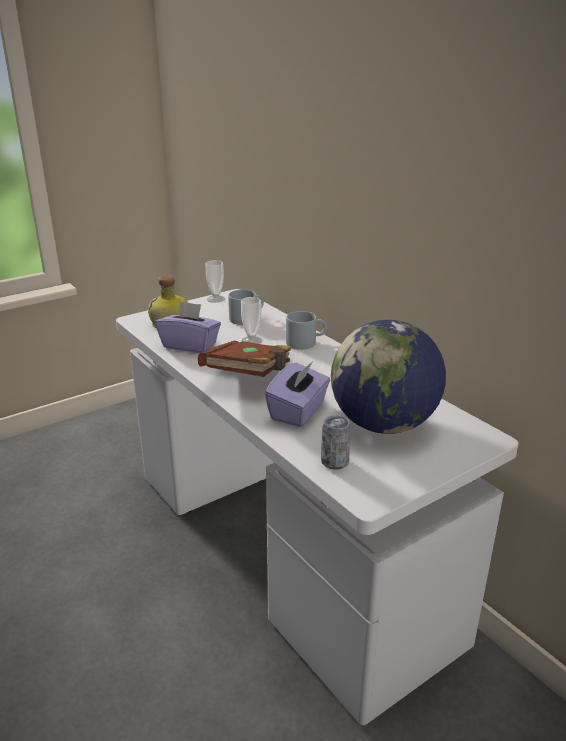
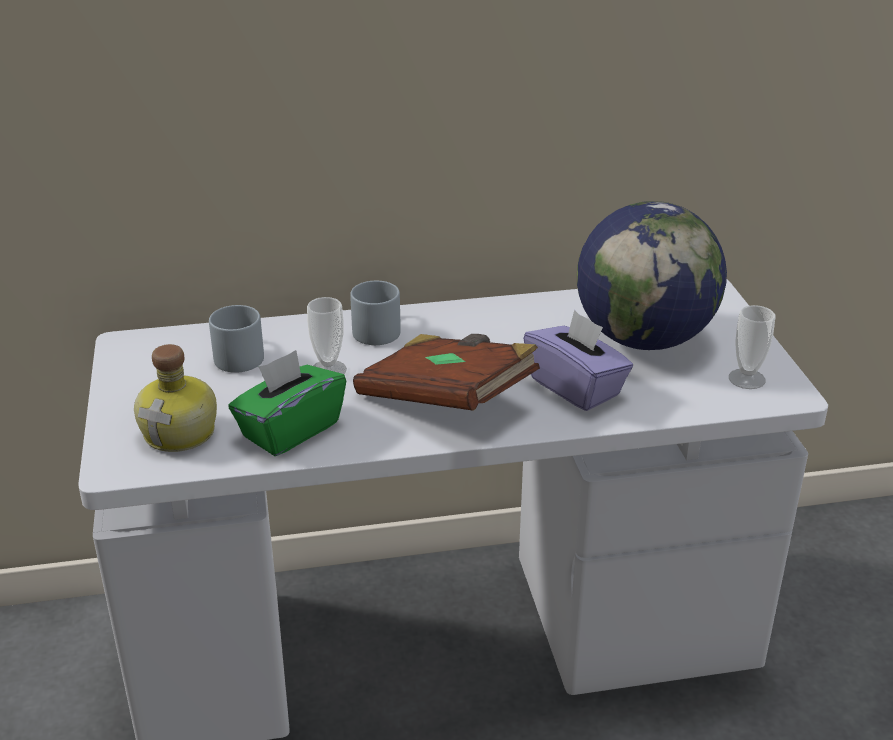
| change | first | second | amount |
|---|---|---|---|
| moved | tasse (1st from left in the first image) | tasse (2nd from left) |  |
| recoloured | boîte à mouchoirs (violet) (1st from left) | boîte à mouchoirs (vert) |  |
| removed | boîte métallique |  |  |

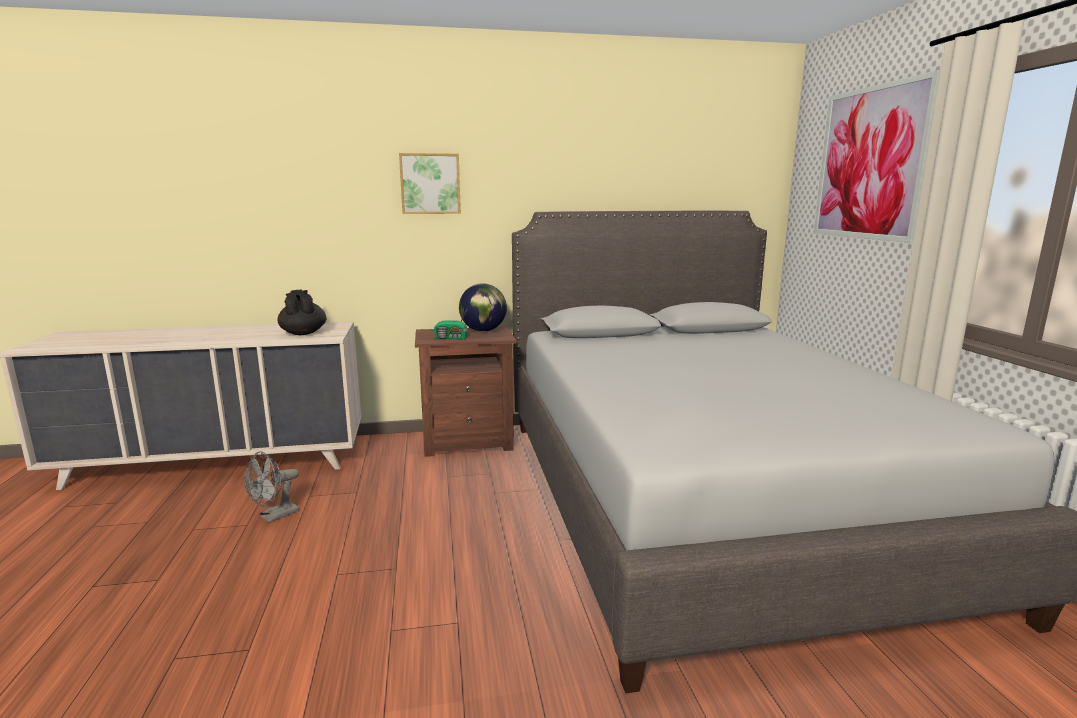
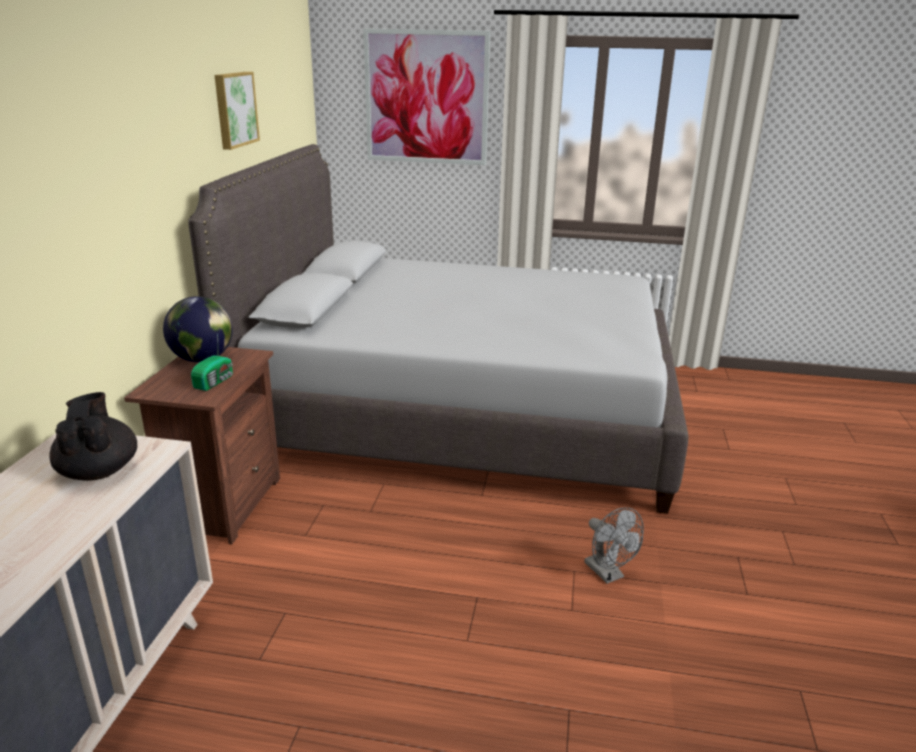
| change | first | second | amount |
|---|---|---|---|
| moved | tableau (1st from left) |  |  |
| turned | théière (noir) |  | 75 degrees clockwise |
| moved | ventilateur (gris) |  |  |

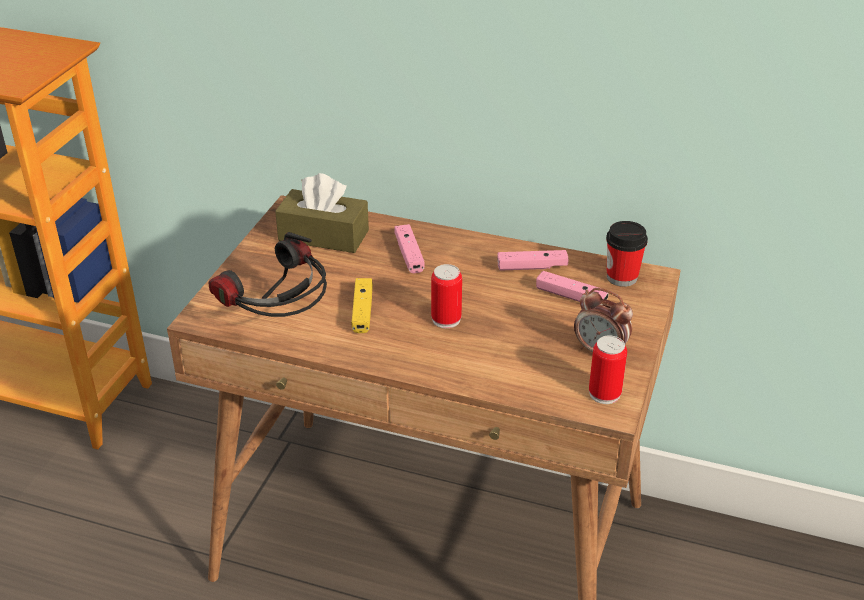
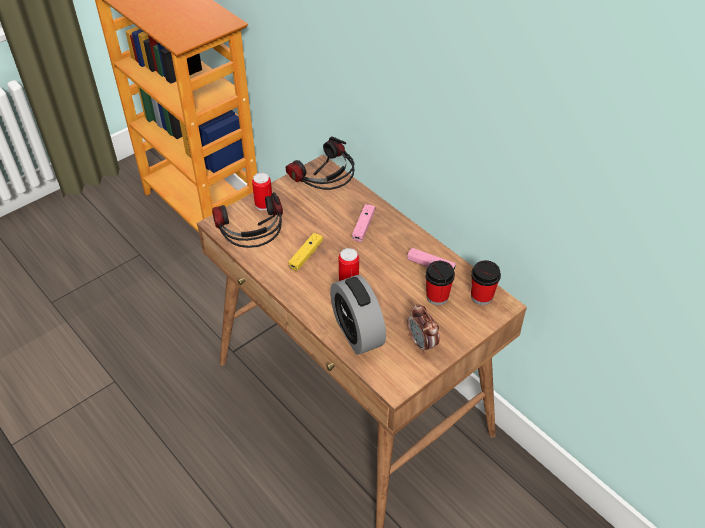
| change | first | second | amount |
|---|---|---|---|
| replaced | boîte à mouchoirs (marron) | casque audio (2nd from left) |  |
| replaced | manette (rose) (3rd from left) | tasse (1st from left) |  |
| moved | boîte métallique (2nd from left in the first image) | boîte métallique (1st from left) |  |
| added |  | réveil (1st from left) |  |

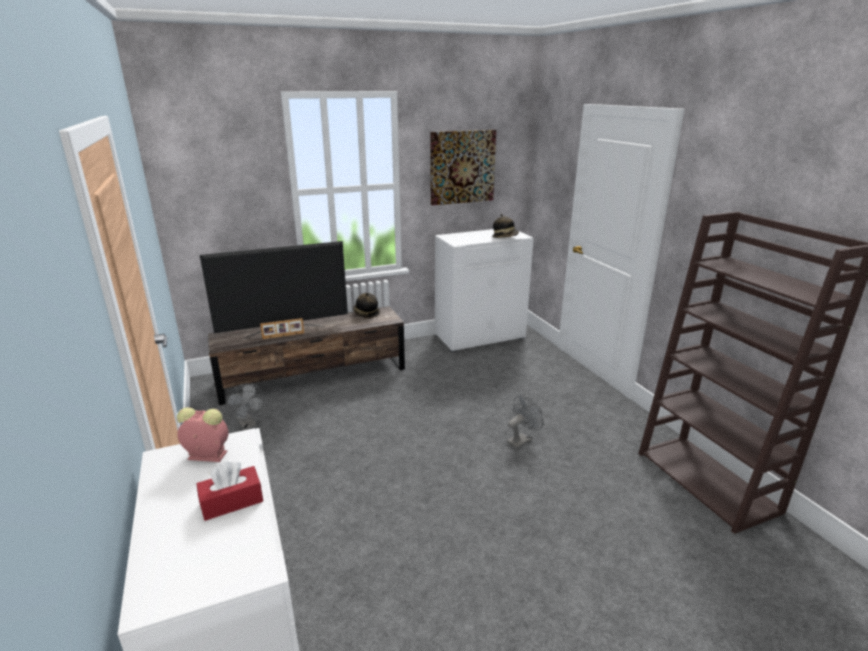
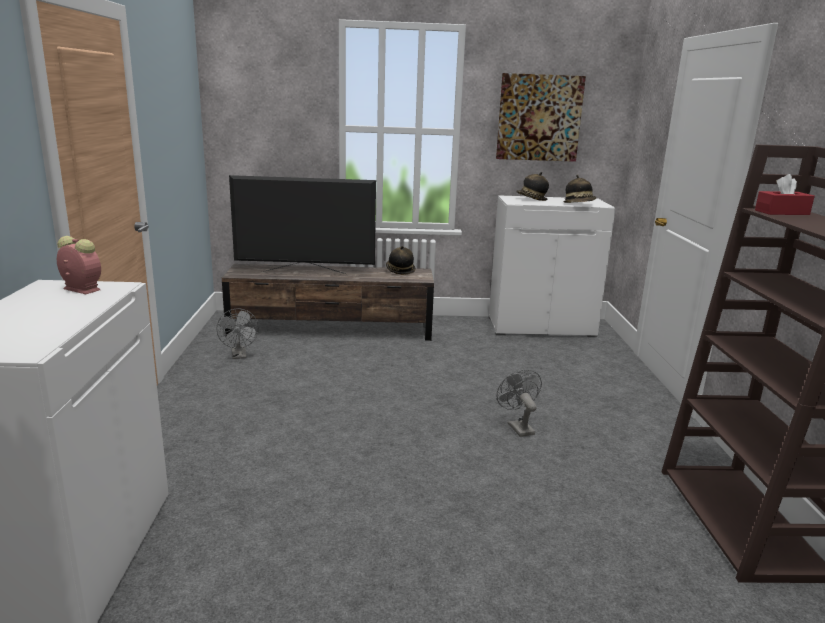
| change | first | second | amount |
|---|---|---|---|
| removed | cadre photo |  |  |
| turned | ventilateur (gris) (2nd from left) |  | 90 degrees counterclockwise |
| moved | boîte à mouchoirs (rouge) |  |  |
| added |  | chapeau (2nd from left) |  |

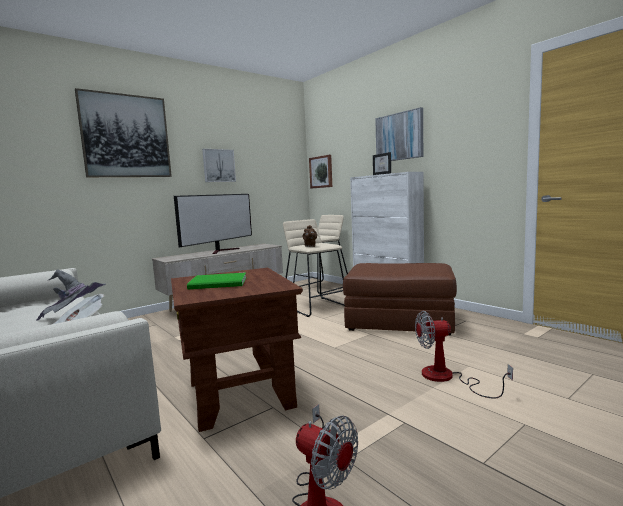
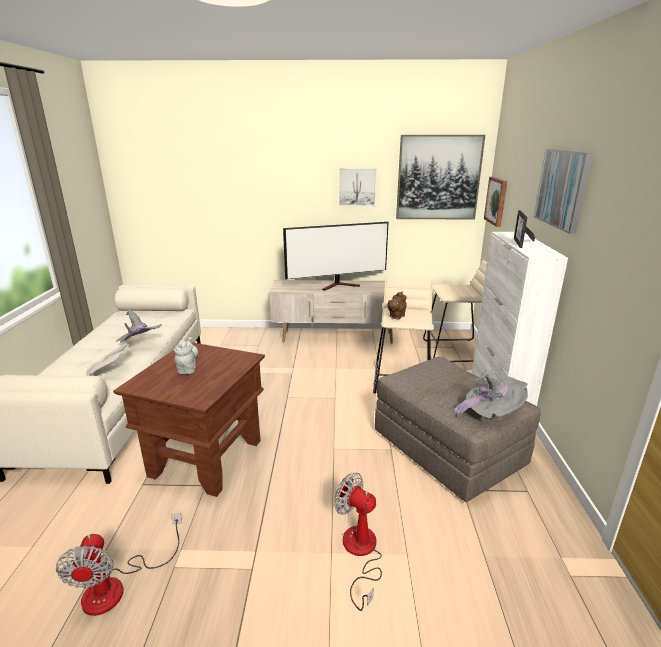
| change | first | second | amount |
|---|---|---|---|
| moved | tableau (1st from left in the first image) | tableau (2nd from left) |  |
| recoloured | pouf (marron) | pouf (gris) |  |
| replaced | livre (vert) | théière (gris) |  |
| added |  | chapeau (gris) (2nd from left) |  |

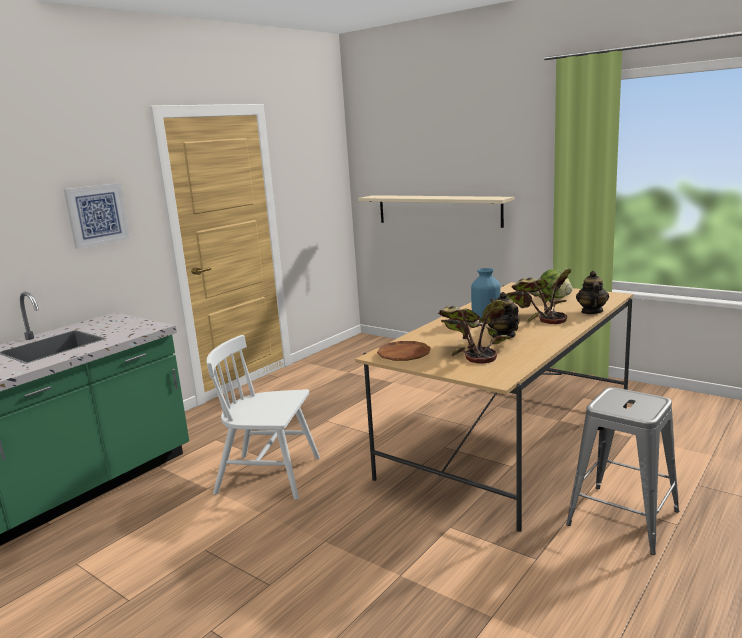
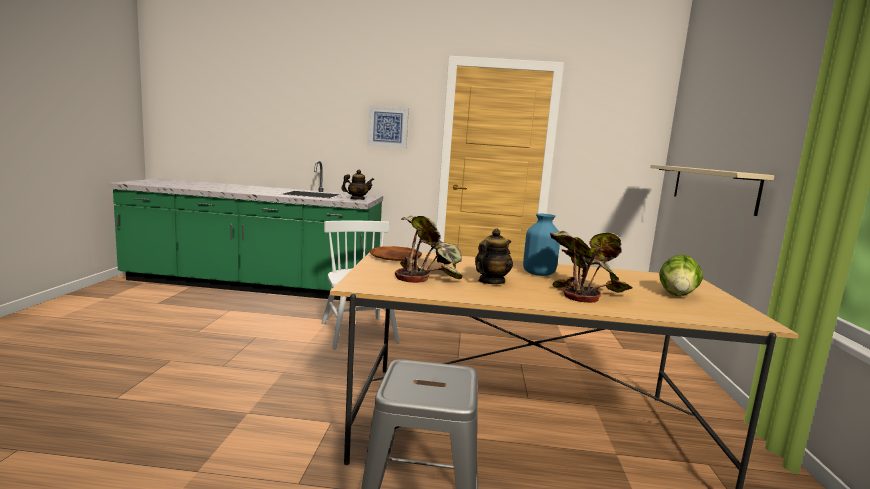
| change | first | second | amount |
|---|---|---|---|
| moved | théière (2nd from left in the first image) | théière (1st from left) |  |

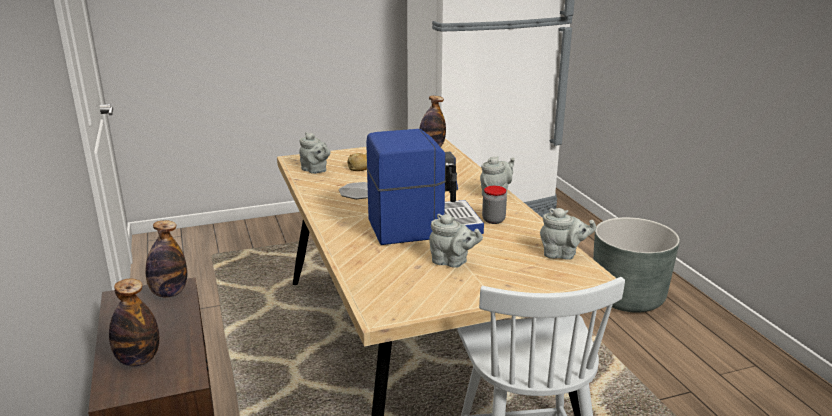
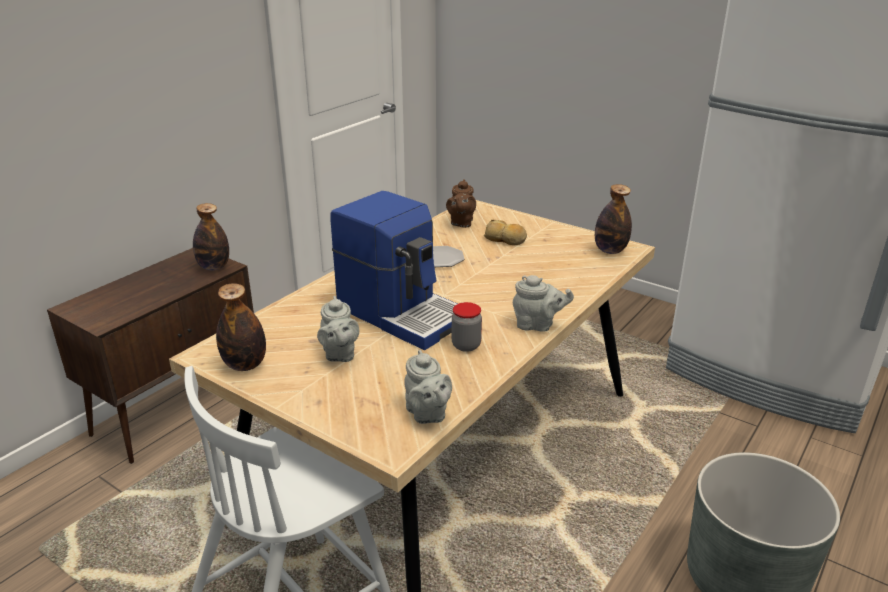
| change | first | second | amount |
|---|---|---|---|
| recoloured | théière (gris) (1st from left) | théière (marron) |  |
| moved | bouteille (1st from left in the first image) | bouteille (2nd from left) |  |

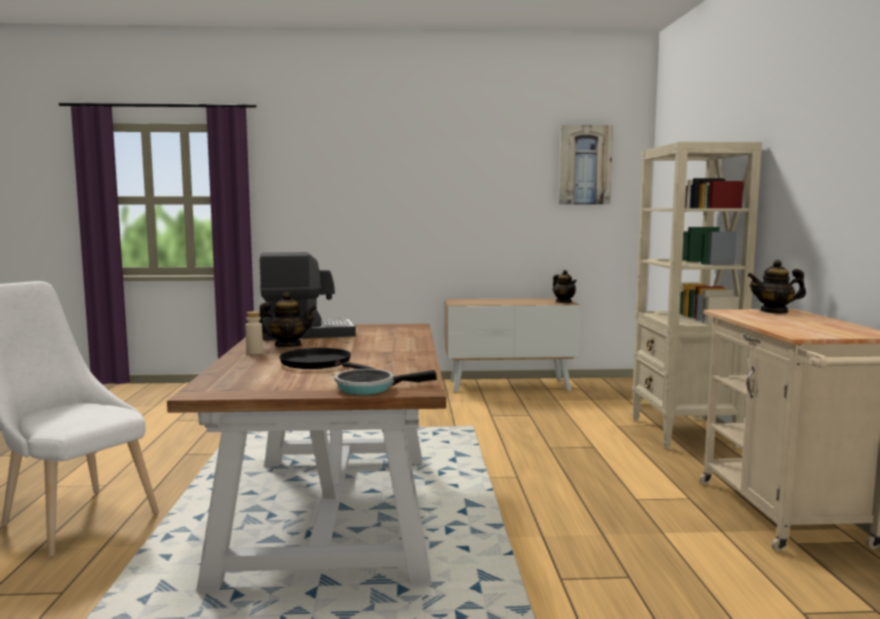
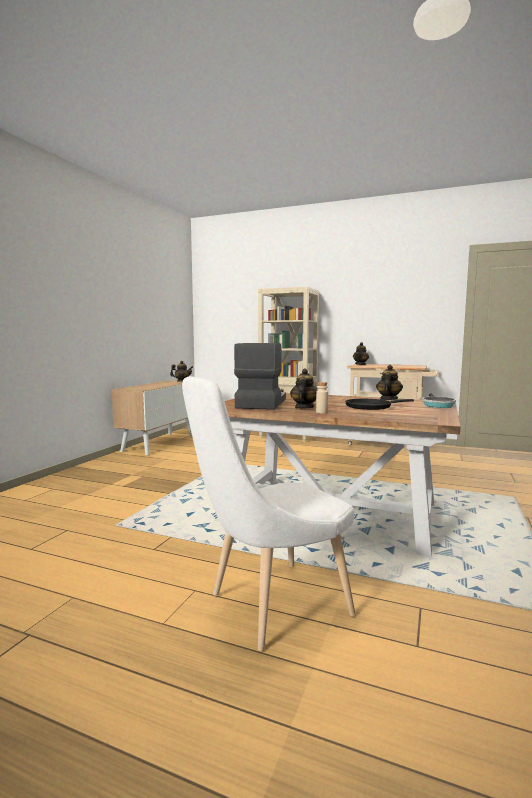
| change | first | second | amount |
|---|---|---|---|
| removed | tableau |  |  |
| added |  | théière (4th from left) |  |

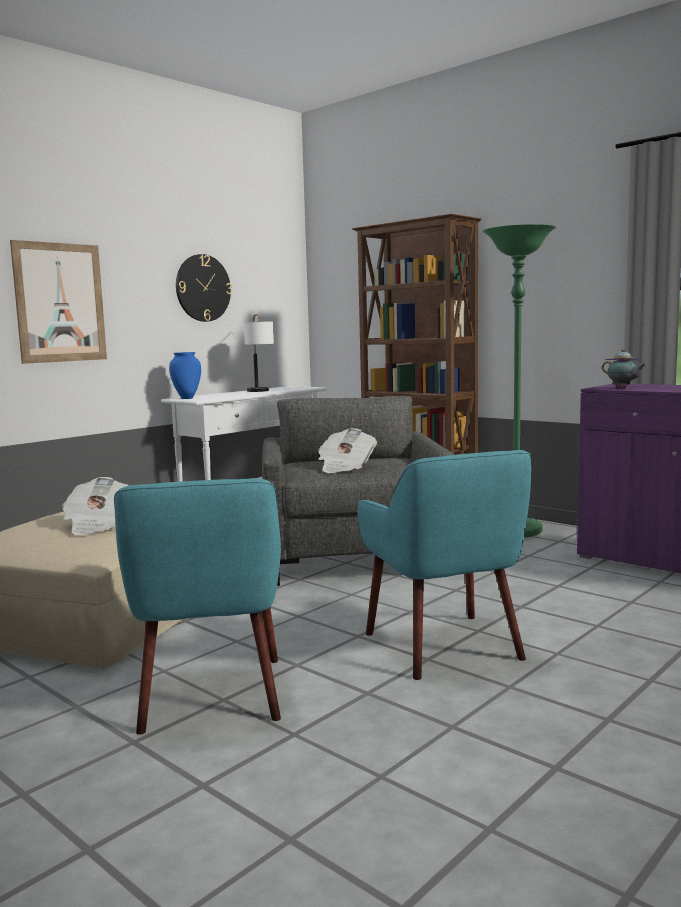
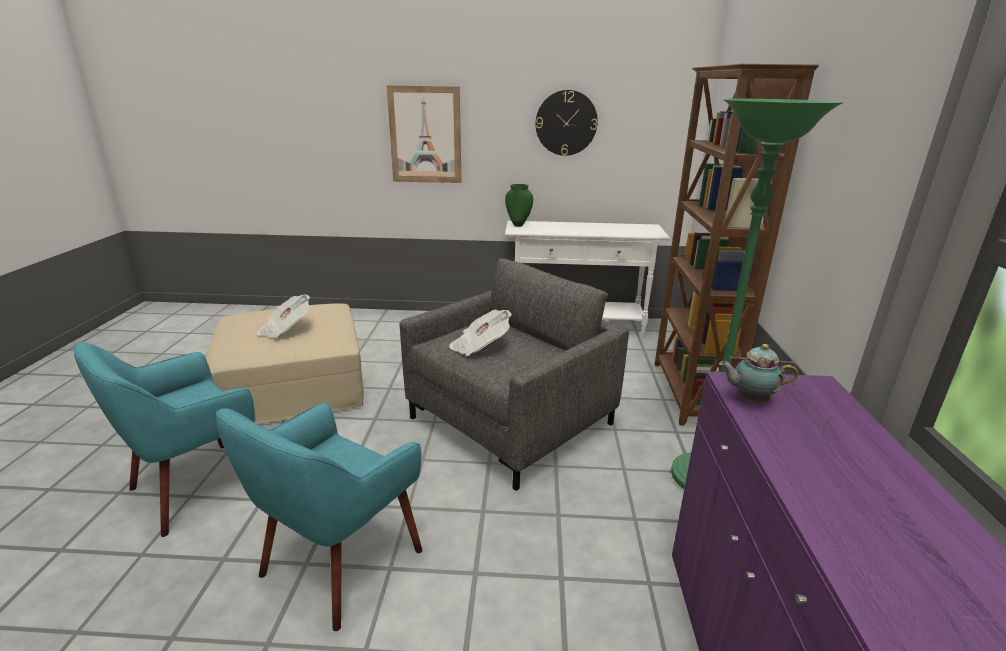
| change | first | second | amount |
|---|---|---|---|
| removed | lampe de table |  |  |
| turned | théière |  | 90 degrees clockwise |
| recoloured | vase (bleu) | vase (vert) |  |

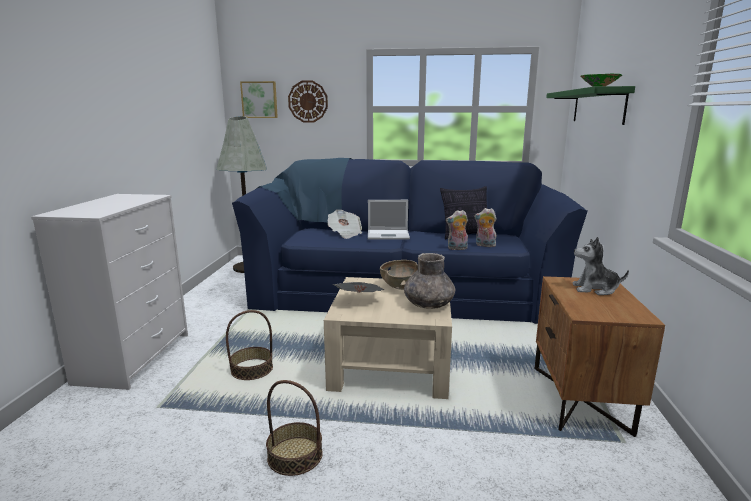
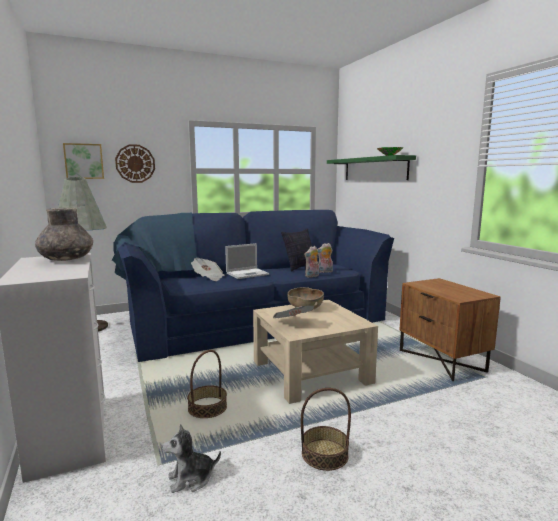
| change | first | second | amount |
|---|---|---|---|
| moved | peluche (3rd from left in the first image) | peluche (1st from left) |  |
| moved | vase (gris) |  |  |

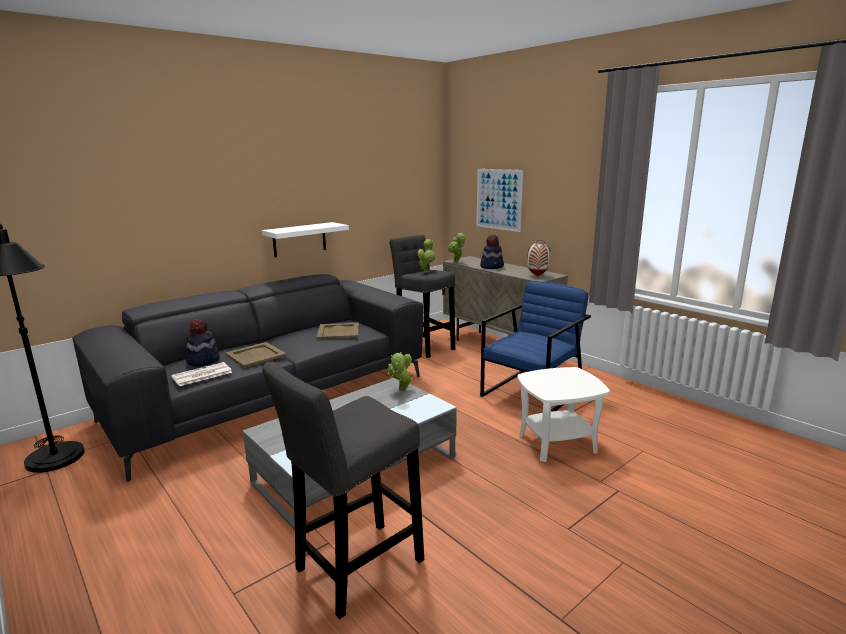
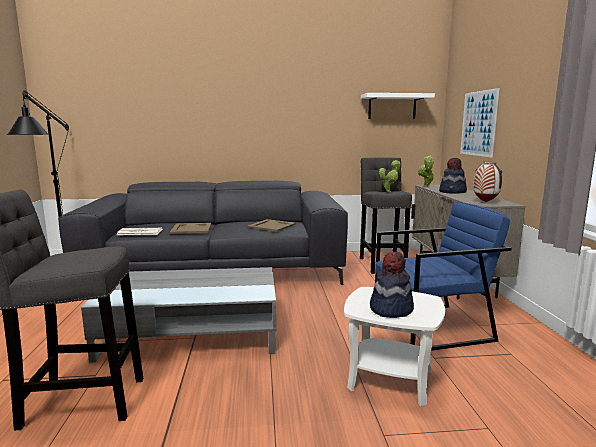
| change | first | second | amount |
|---|---|---|---|
| moved | étagère (blanc) |  |  |
| moved | chapeau (1st from left) |  |  |
| removed | plante en pot (1st from left) |  |  |

